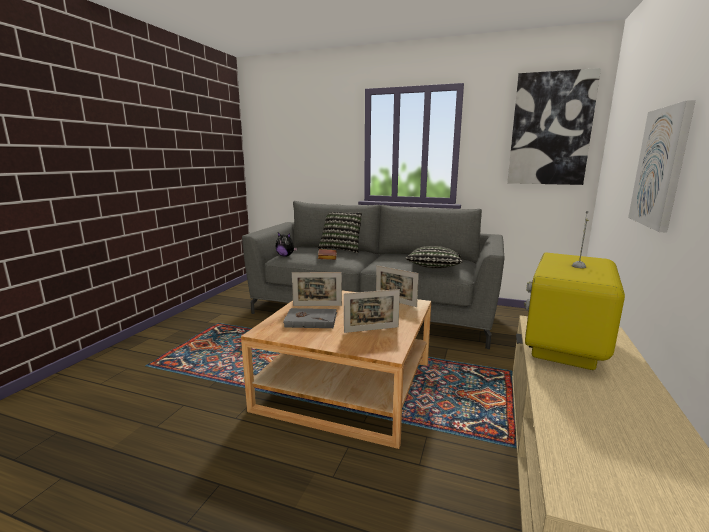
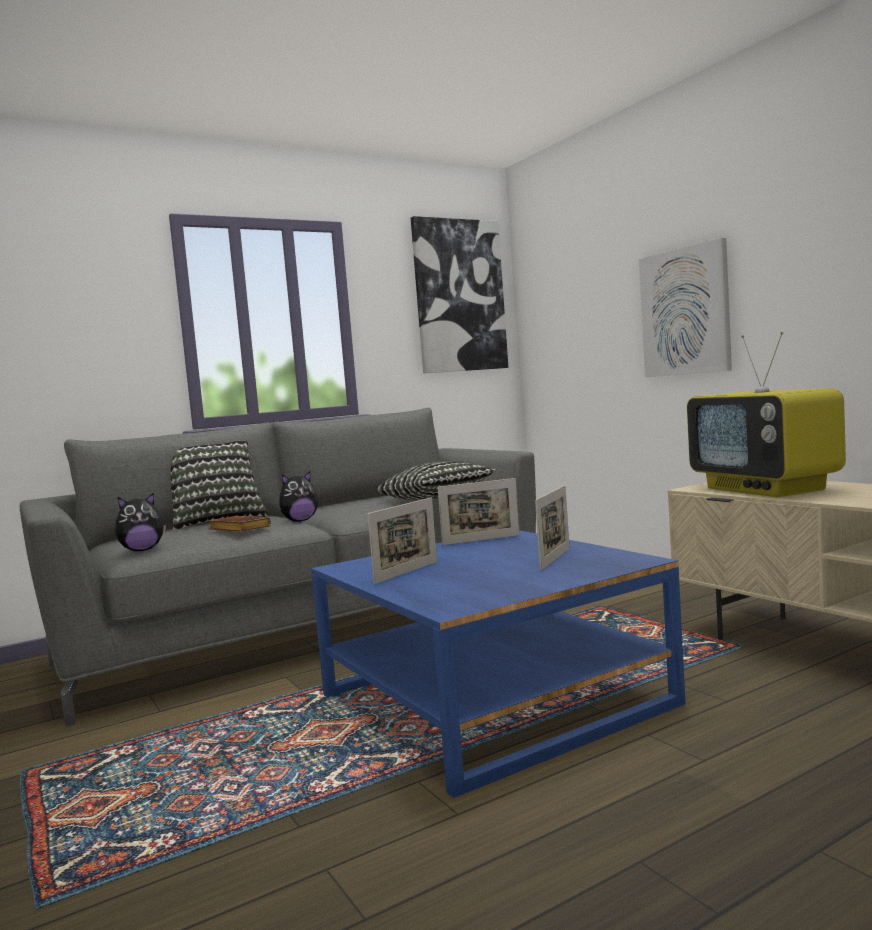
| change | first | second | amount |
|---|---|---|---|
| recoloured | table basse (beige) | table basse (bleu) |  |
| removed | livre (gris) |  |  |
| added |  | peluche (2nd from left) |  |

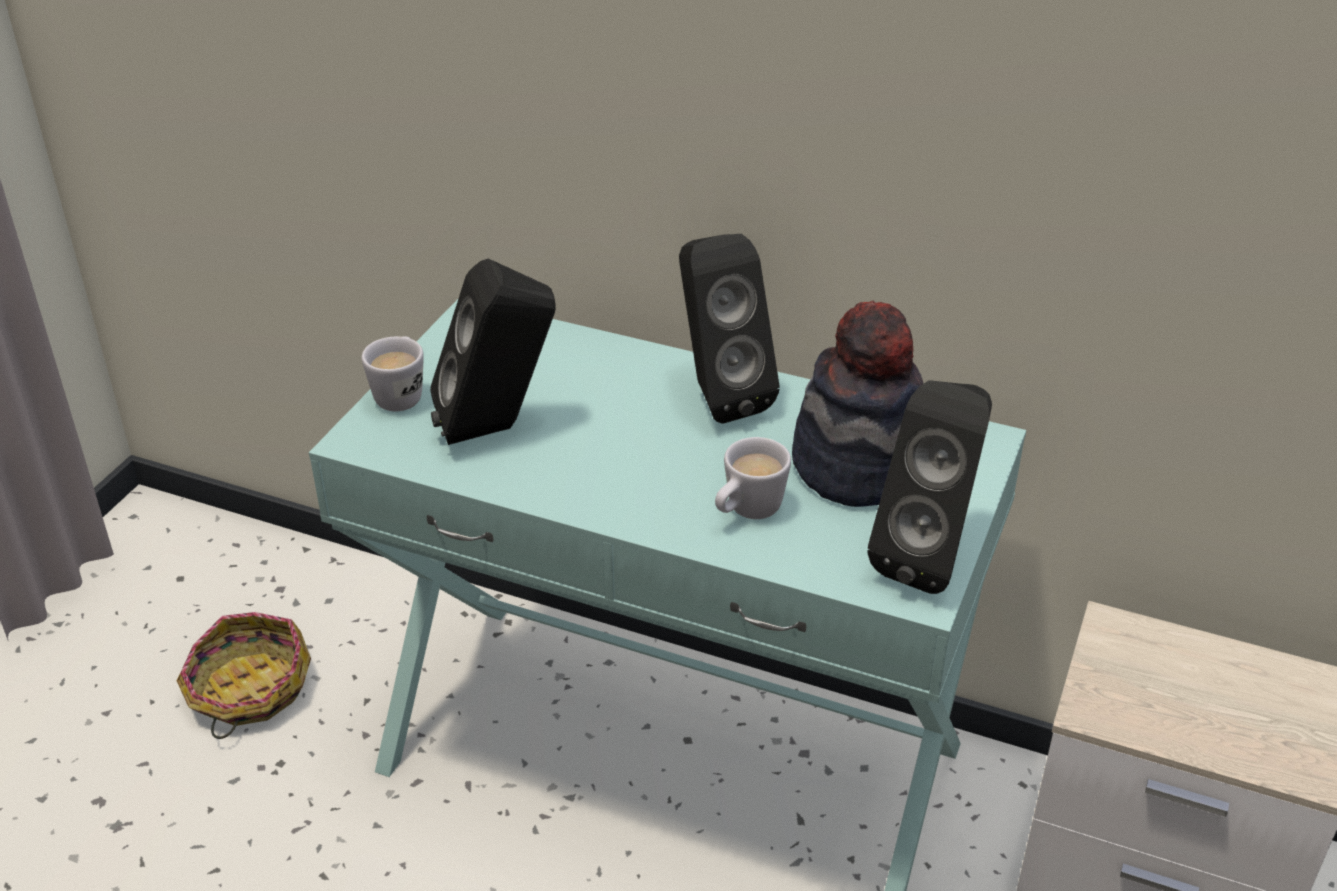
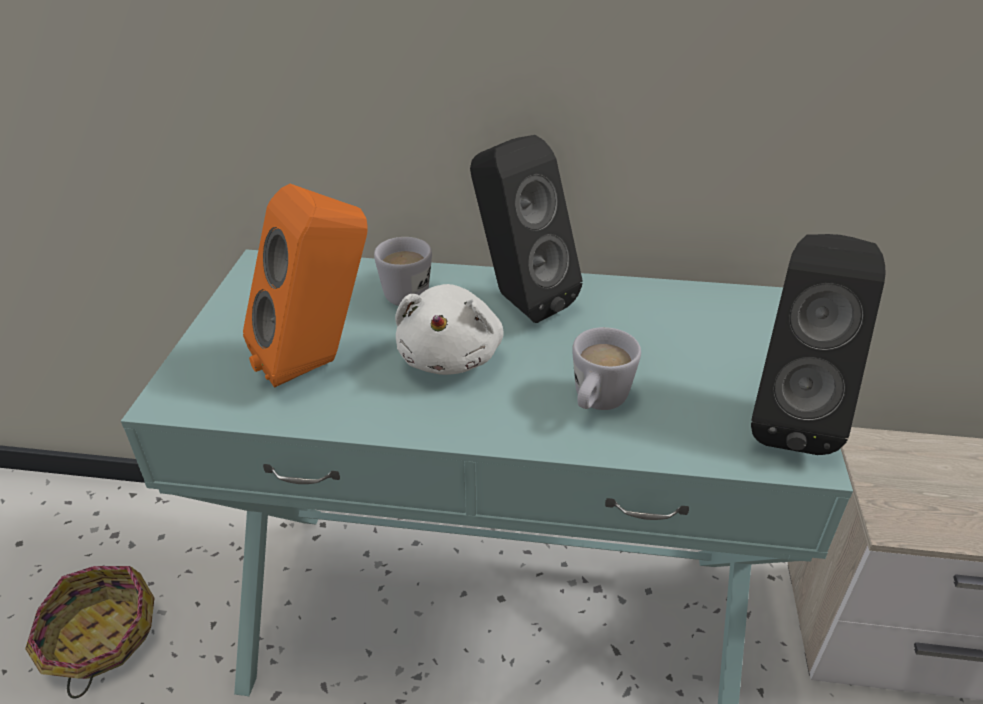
| change | first | second | amount |
|---|---|---|---|
| recoloured | enceinte (noir) (1st from left) | enceinte (orange) |  |
| removed | chapeau |  |  |
| moved | mug (blanc) (1st from left) |  |  |
| added |  | peluche (blanc) |  |

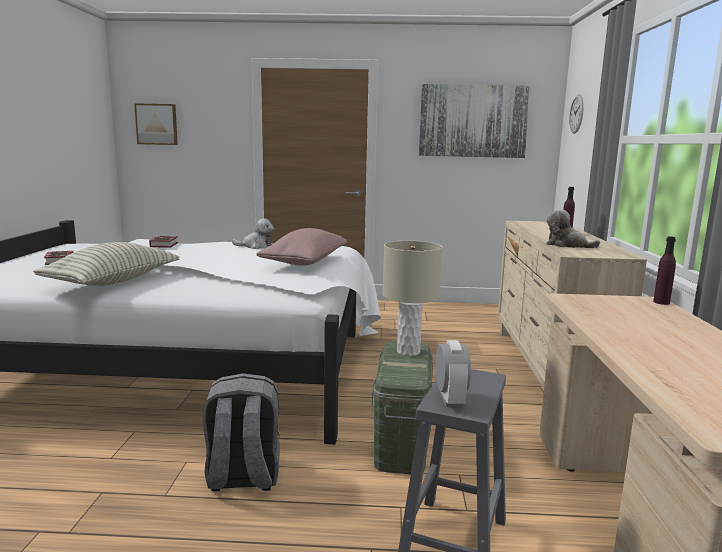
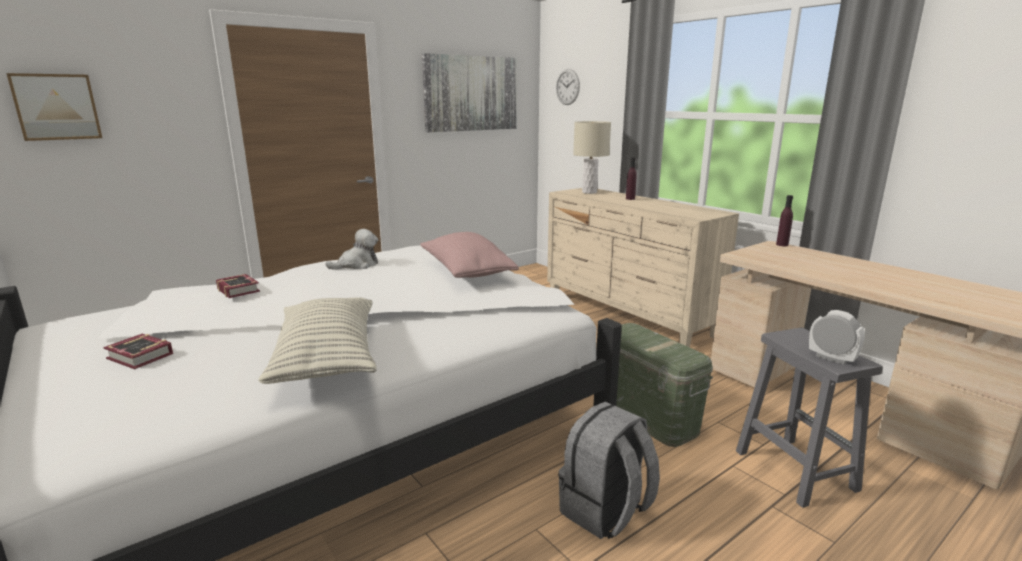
| change | first | second | amount |
|---|---|---|---|
| removed | peluche (2nd from left) |  |  |
| moved | lampe de table (beige) |  |  |

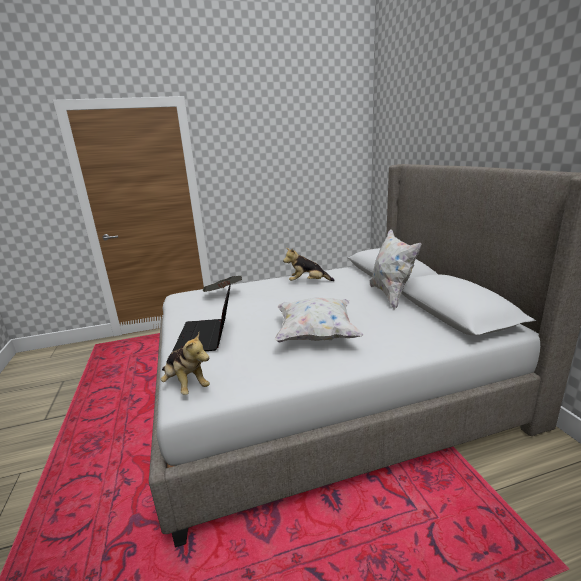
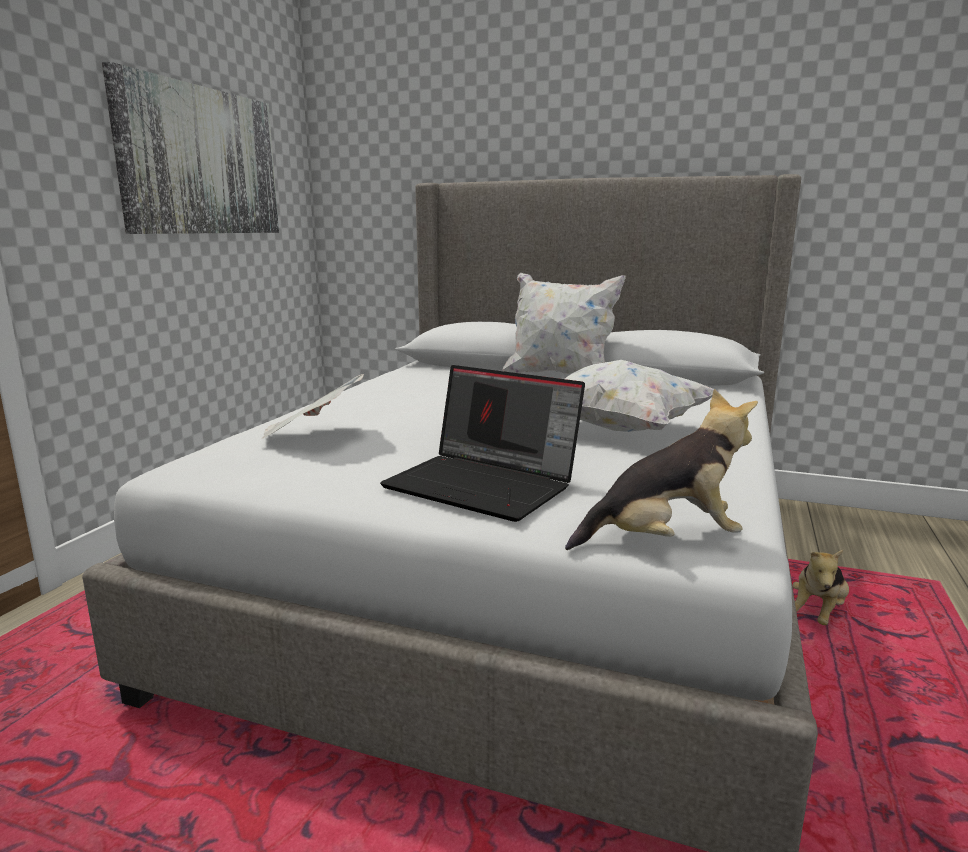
| change | first | second | amount |
|---|---|---|---|
| moved | peluche (2nd from left) |  |  |
| added |  | tableau |  |

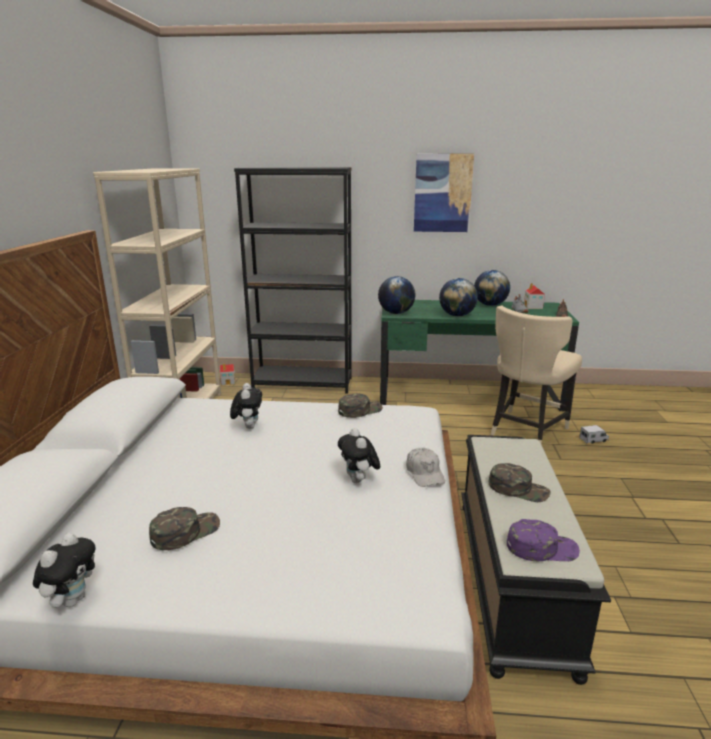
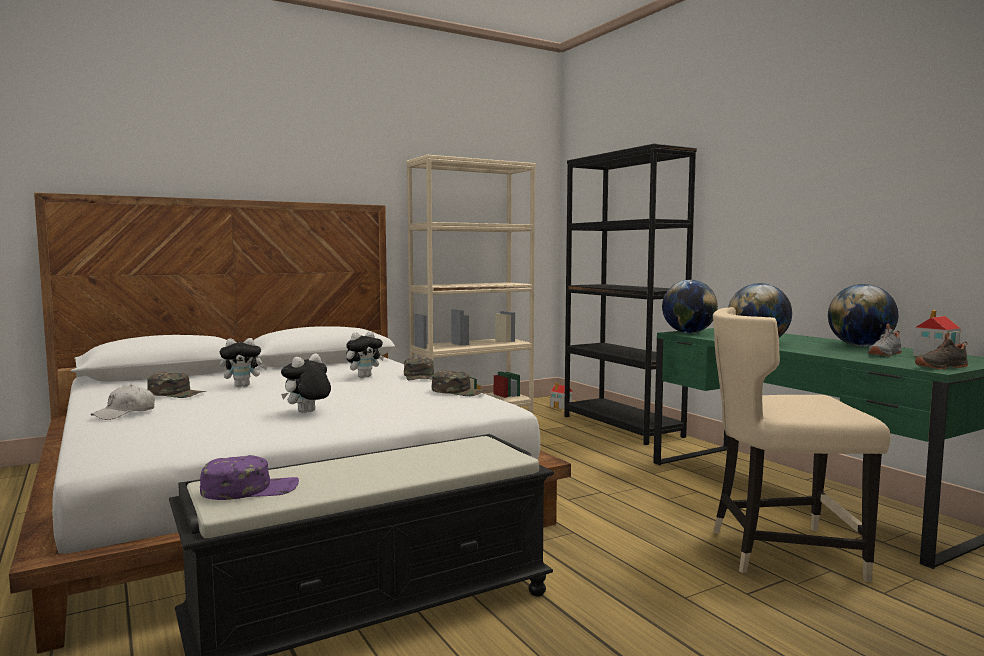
| change | first | second | amount |
|---|---|---|---|
| removed | tableau |  |  |
| removed | camion jouet |  |  |
| moved | casquette (blanc) |  |  |
| moved | casquette (vert) (3rd from left in the first image) | casquette (vert) (2nd from left) |  |
| turned | casquette (violet) |  | 75 degrees counterclockwise |
| moved | peluche (1st from left) |  |  |

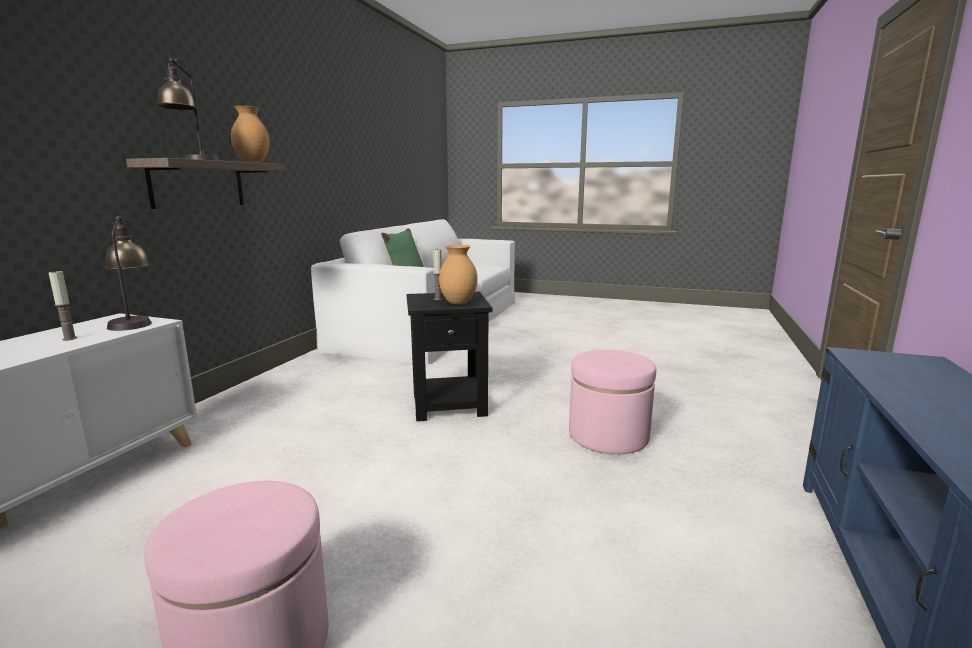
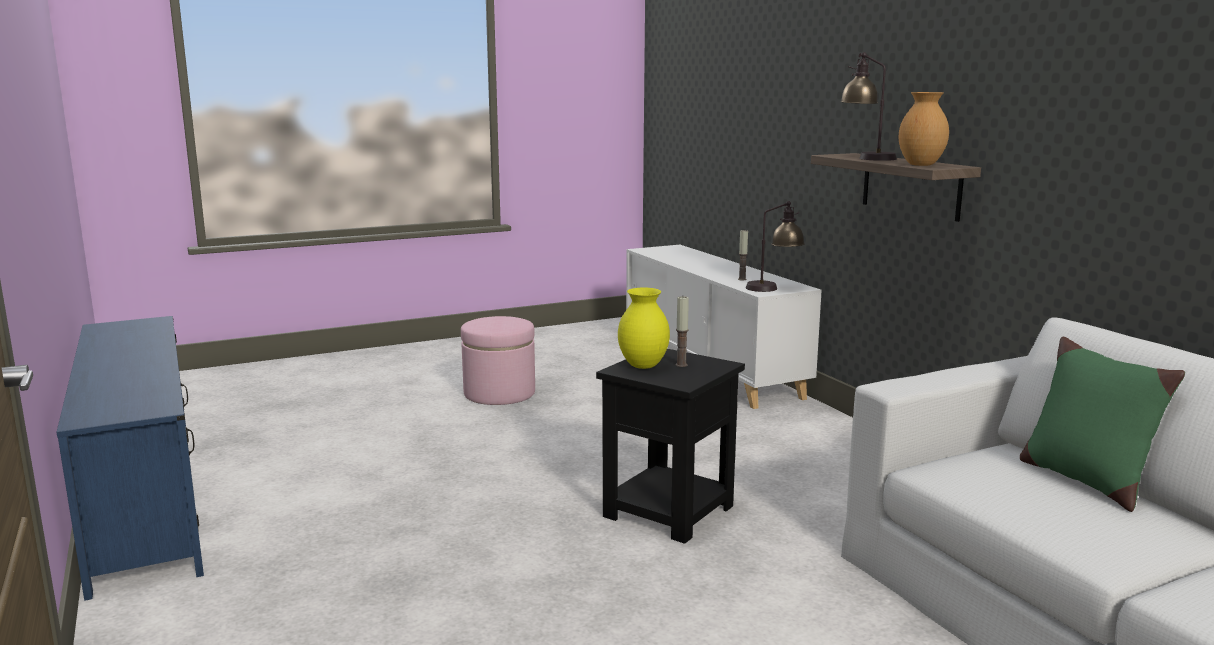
| change | first | second | amount |
|---|---|---|---|
| recoloured | vase (marron) (2nd from left) | vase (jaune) |  |
| removed | pouf (rose) (2nd from left) |  |  |

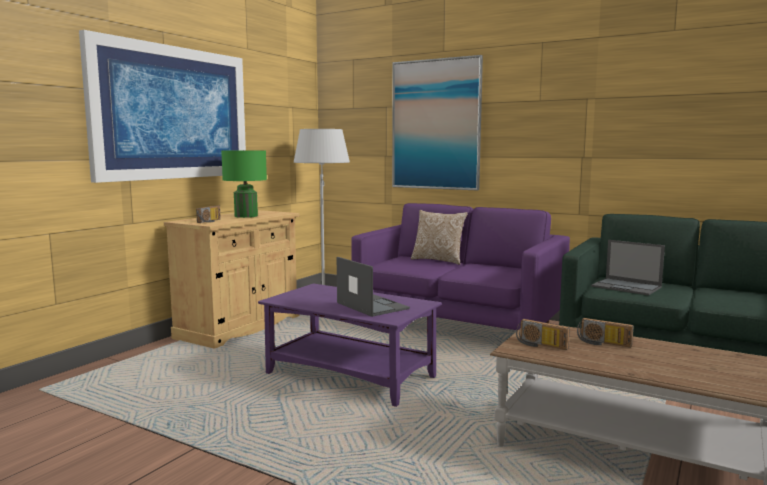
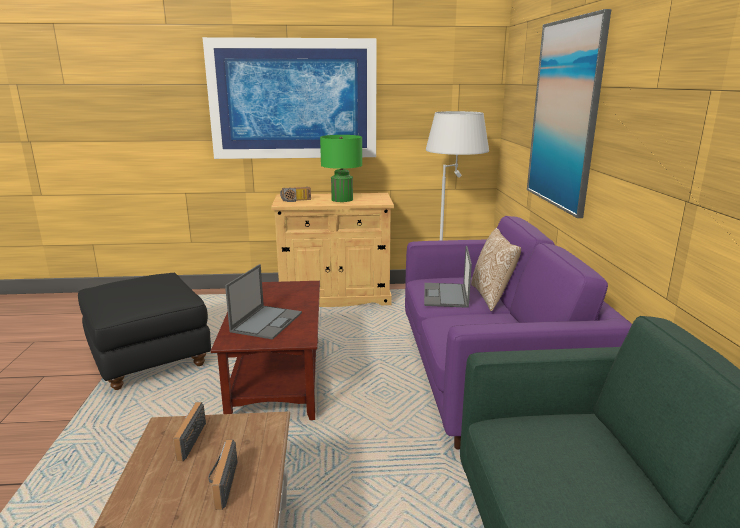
| change | first | second | amount |
|---|---|---|---|
| moved | ordinateur portable (2nd from left) |  |  |
| recoloured | table basse (violet) | table basse (marron) (2nd from left) |  |
| added |  | pouf (noir) |  |

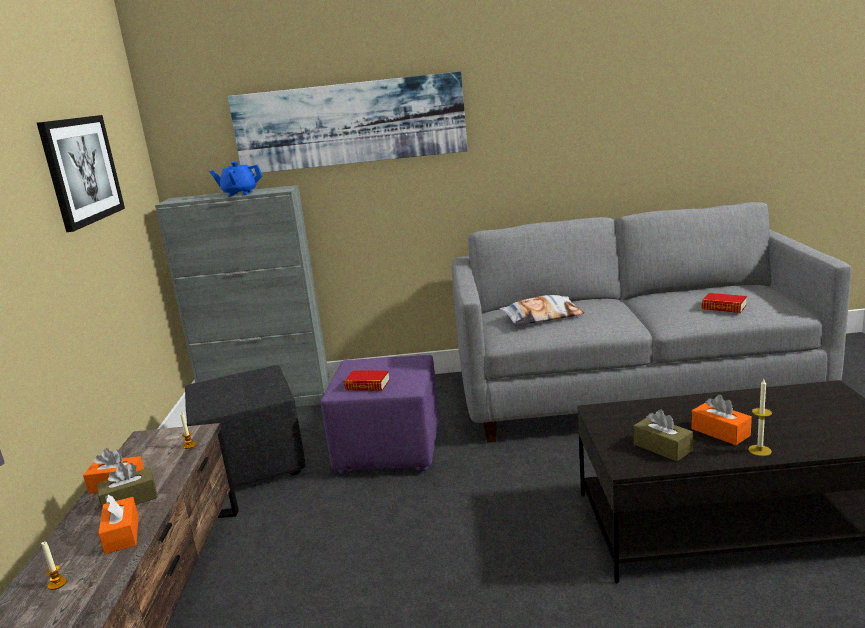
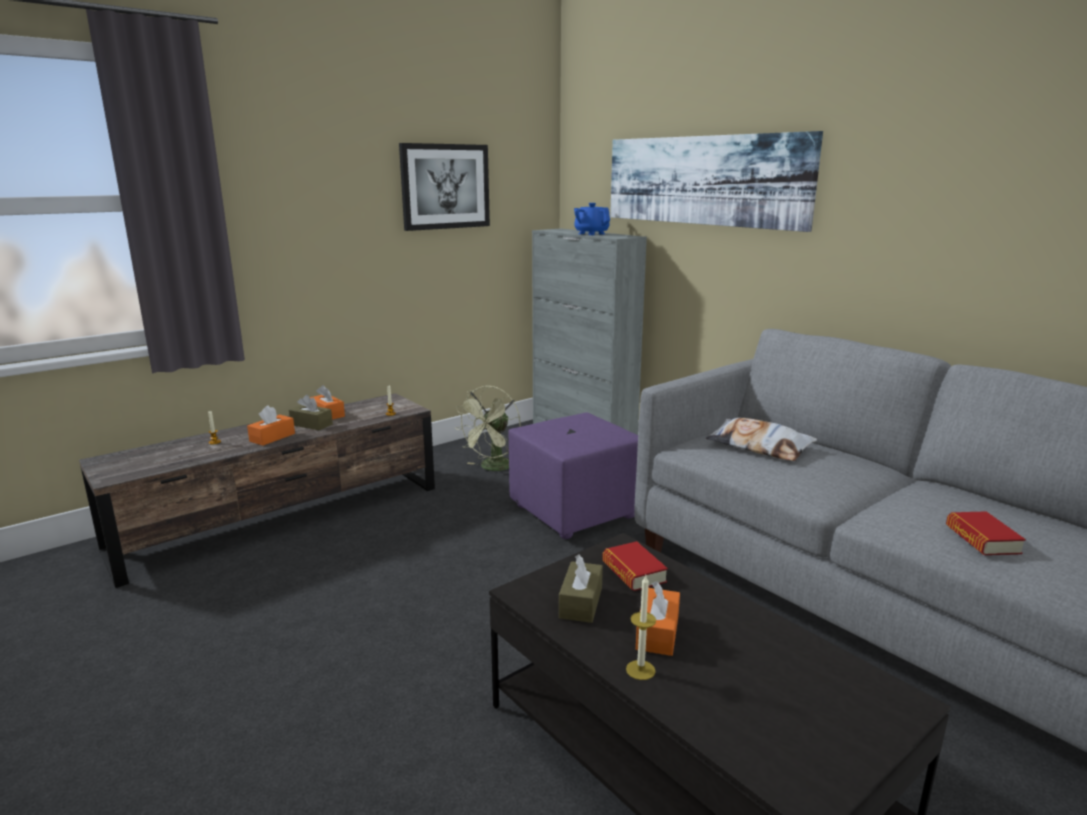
| change | first | second | amount |
|---|---|---|---|
| replaced | pouf (noir) | ventilateur (vert) |  |
| moved | livre (1st from left) |  |  |

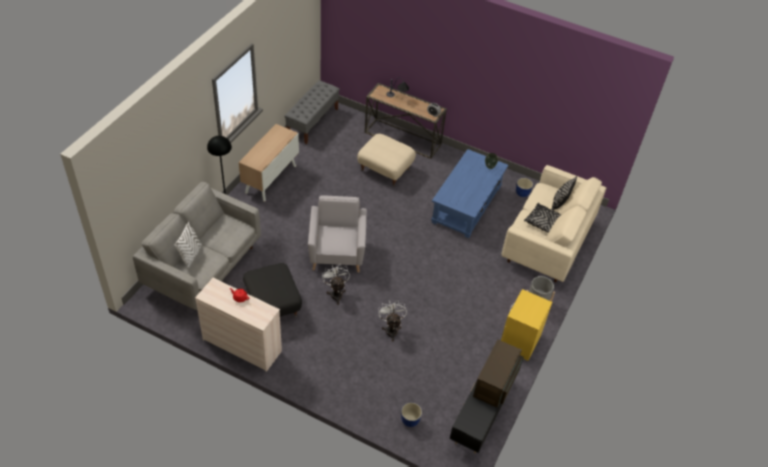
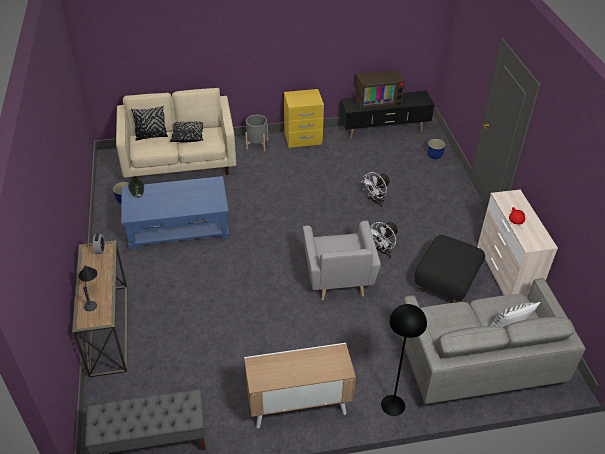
| change | first | second | amount |
|---|---|---|---|
| removed | pouf (beige) |  |  |
| turned | fauteuil (gris) |  | 60 degrees counterclockwise |

